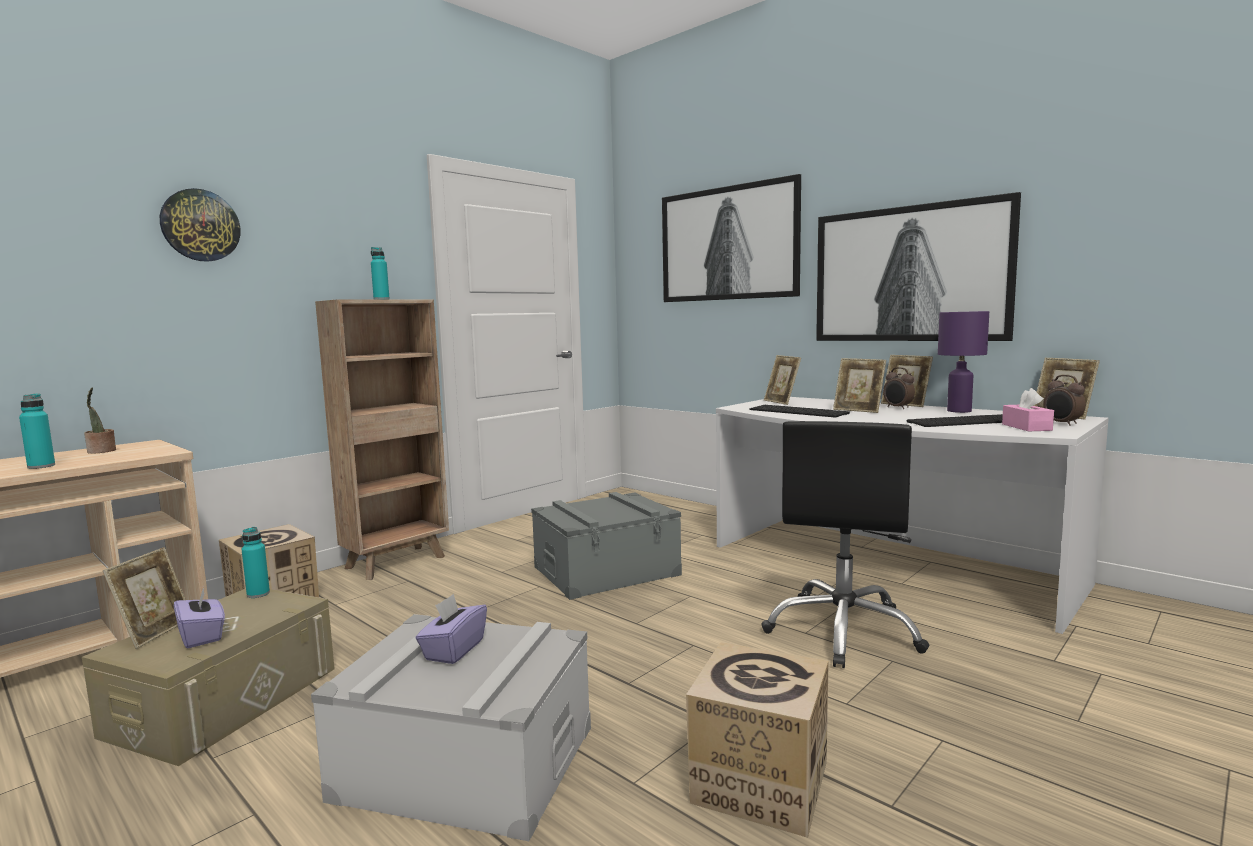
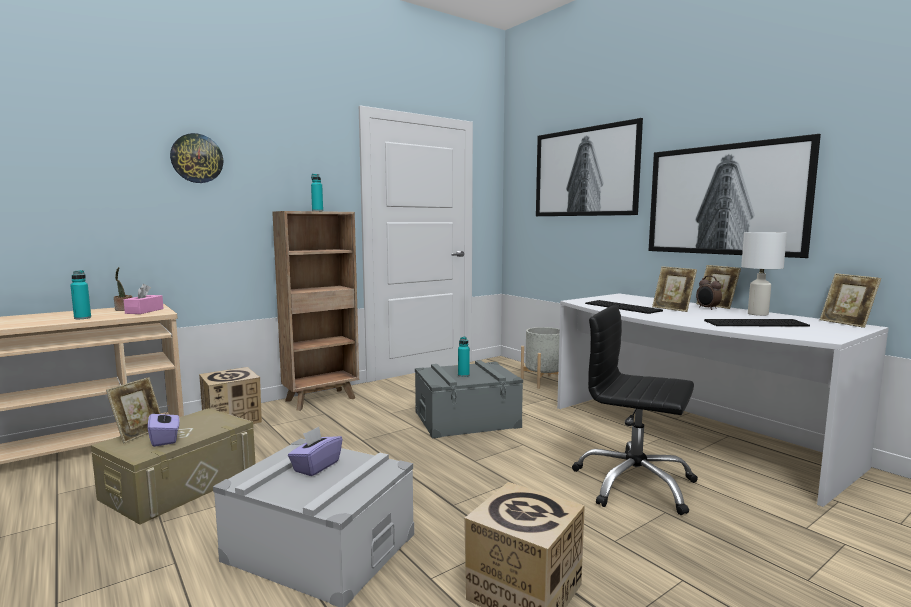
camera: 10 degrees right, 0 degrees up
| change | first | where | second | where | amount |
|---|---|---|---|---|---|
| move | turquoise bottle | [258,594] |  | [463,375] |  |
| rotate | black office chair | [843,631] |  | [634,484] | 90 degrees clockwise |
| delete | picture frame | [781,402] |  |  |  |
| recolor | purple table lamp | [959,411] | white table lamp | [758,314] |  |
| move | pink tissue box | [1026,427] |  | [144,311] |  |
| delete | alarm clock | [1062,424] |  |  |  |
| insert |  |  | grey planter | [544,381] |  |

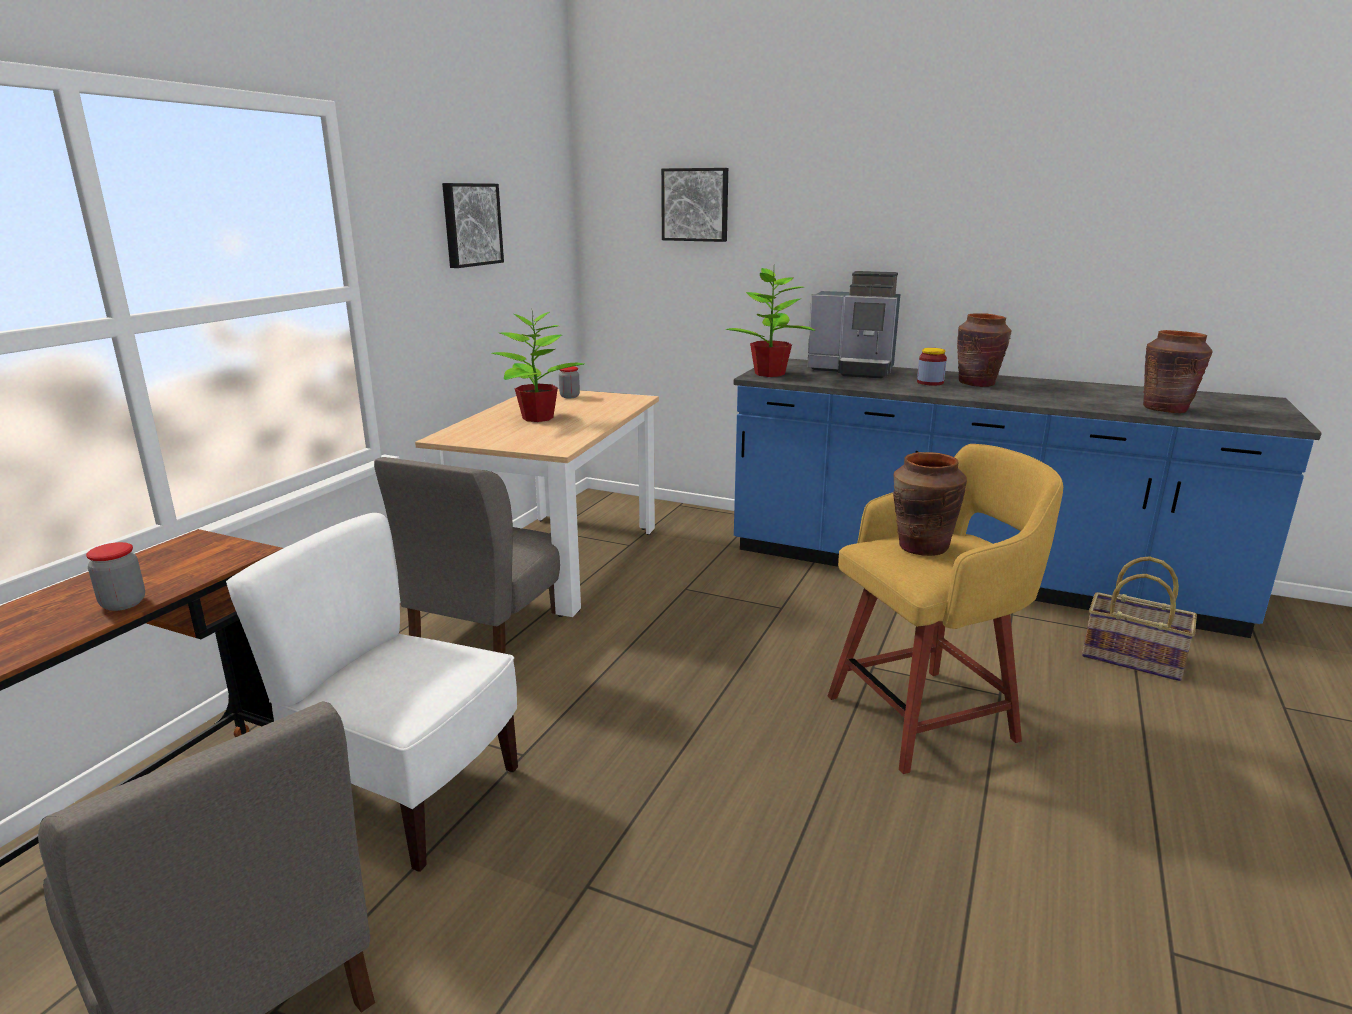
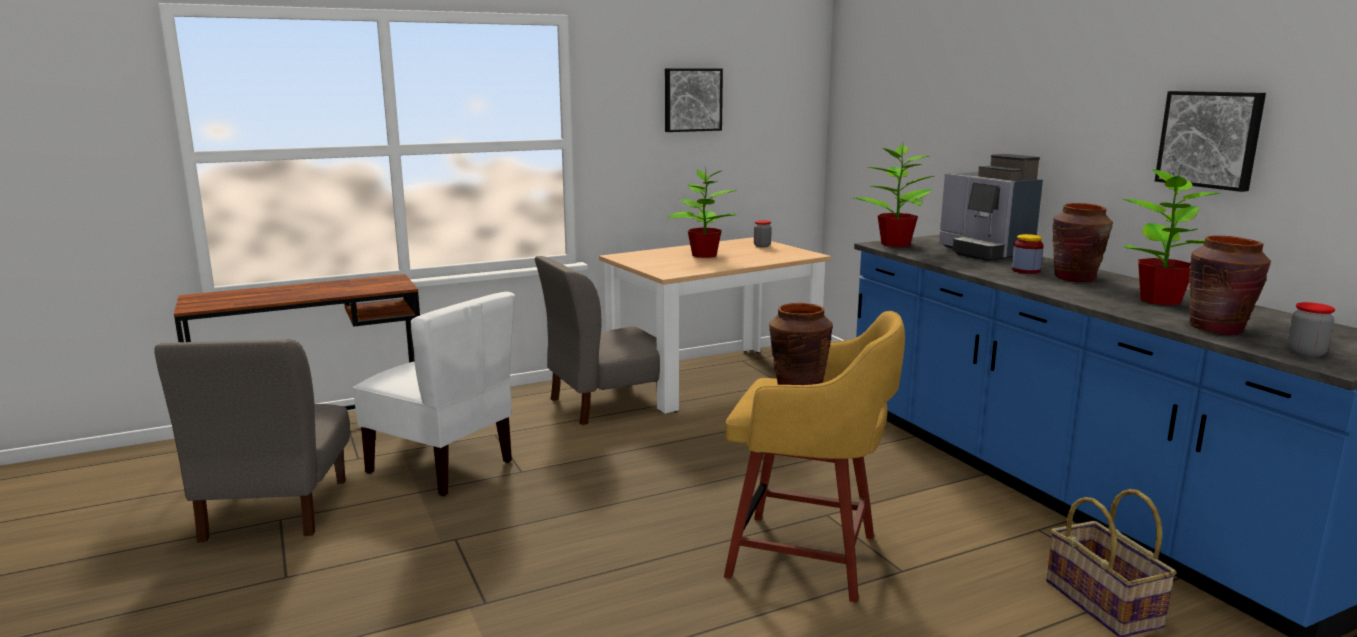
camera: 40 degrees right, 5 degrees down
| change | first | where | second | where | amount |
|---|---|---|---|---|---|
| move | jar | [123,603] |  | [1305,353] |  |
| rotate | white chair | [408,795] |  | [442,466] | 150 degrees clockwise |
| move | picture | [695,205] |  | [1210,139] |  |
| insert |  |  | potted plant | [1160,301] |  |

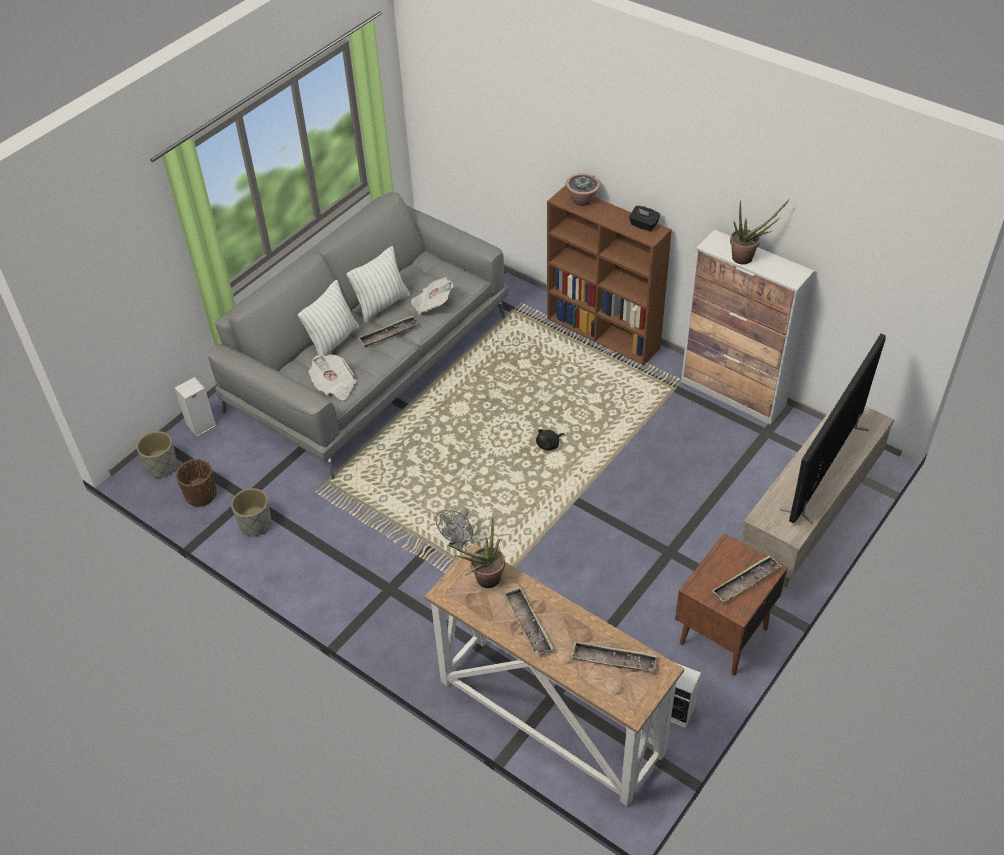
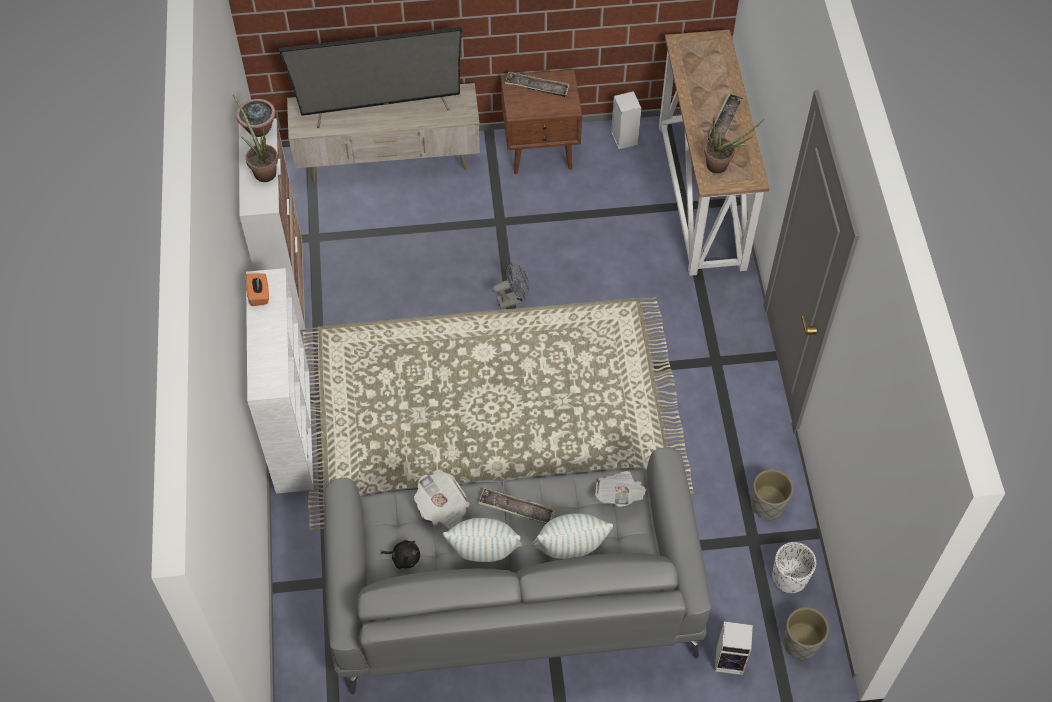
camera: 135 degrees left, 10 degrees up
| change | first | where | second | where | amount |
|---|---|---|---|---|---|
| recolor | brown planter | [201,495] | white planter | [789,577] |  |
| move | grey fan | [458,542] |  | [513,299] |  |
| move | black plush toy | [549,444] |  | [404,558] |  |
| recolor | brown bookcase | [604,333] | white bookcase | [292,428] |  |
| move | potted plant | [582,200] |  | [259,129] |  |
| delete | tray | [613,660] |  |  |  |
| recolor | black tissue box | [643,225] | orange tissue box | [259,295] |  |

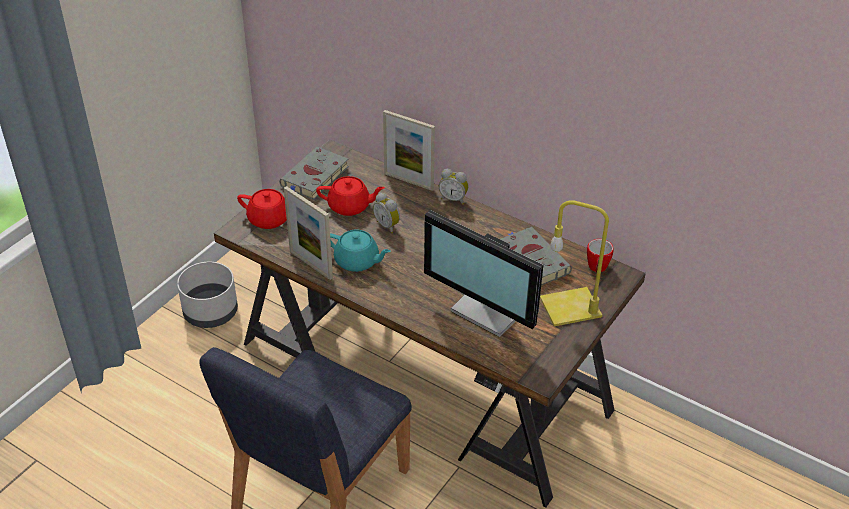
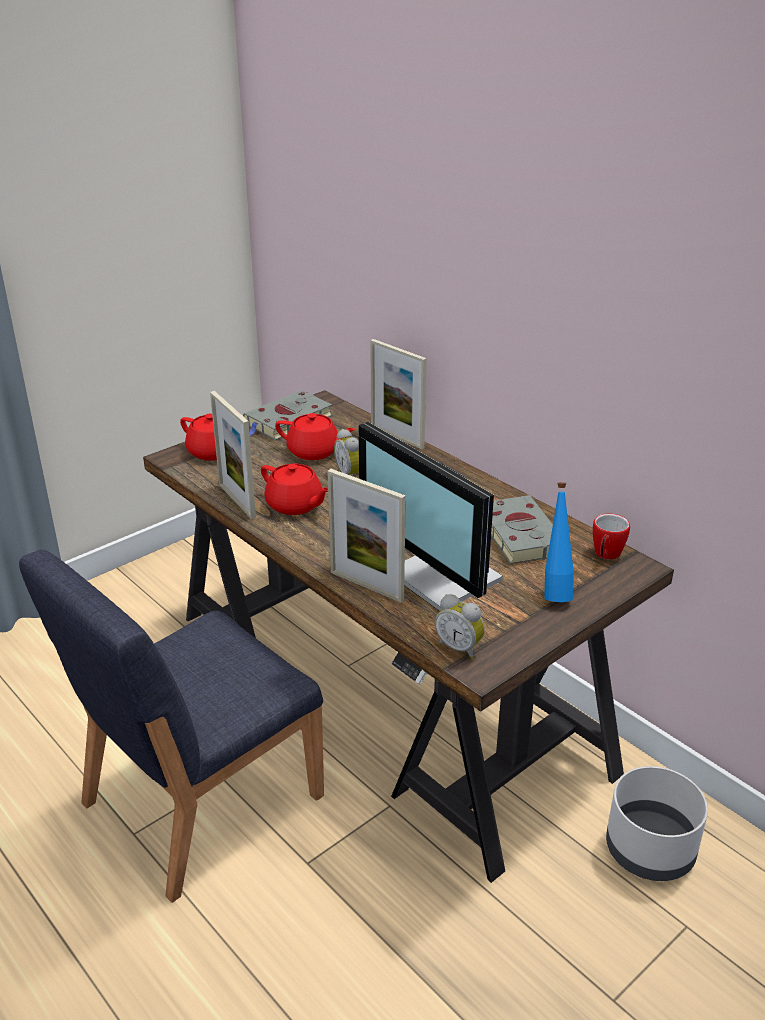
camera: 15 degrees right, 10 degrees down
| change | first | where | second | where | amount |
|---|---|---|---|---|---|
| move | grey planter | [211,312] |  | [650,851] |  |
| recolor | turquoise teapot | [357,261] | red teapot | [295,505] |  |
| move | alarm clock | [453,199] |  | [460,647] |  |
| replace | yellow table lamp | [571,306] | blue bottle | [555,592] |  |
| insert |  |  | picture frame | [366,586] |  |

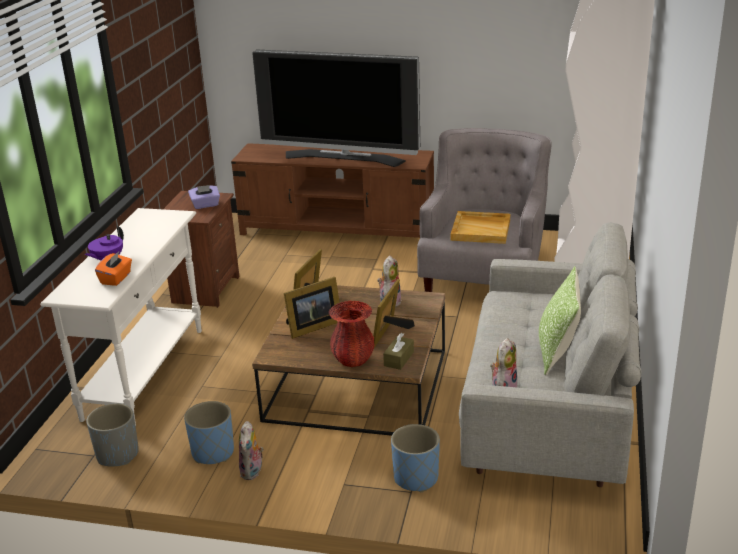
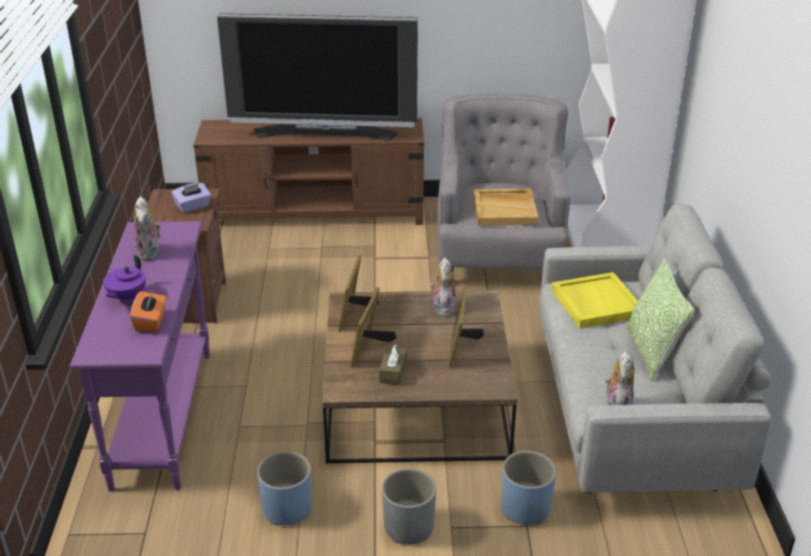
camera: 15 degrees left, 5 degrees up
| change | first | where | second | where | amount |
|---|---|---|---|---|---|
| recolor | white console table | [145,373] | purple console table | [164,417] |  |
| move | grey planter | [118,455] |  | [409,527] |  |
| move | plush toy | [253,472] |  | [150,253] |  |
| rotate | picture frame | [311,327] |  | [370,348] | 150 degrees clockwise |
| delete | red vase | [353,360] |  |  |  |
| move | brown tissue box | [399,359] |  | [393,372] |  |
| insert |  |  | yellow tray | [595,303] |  |

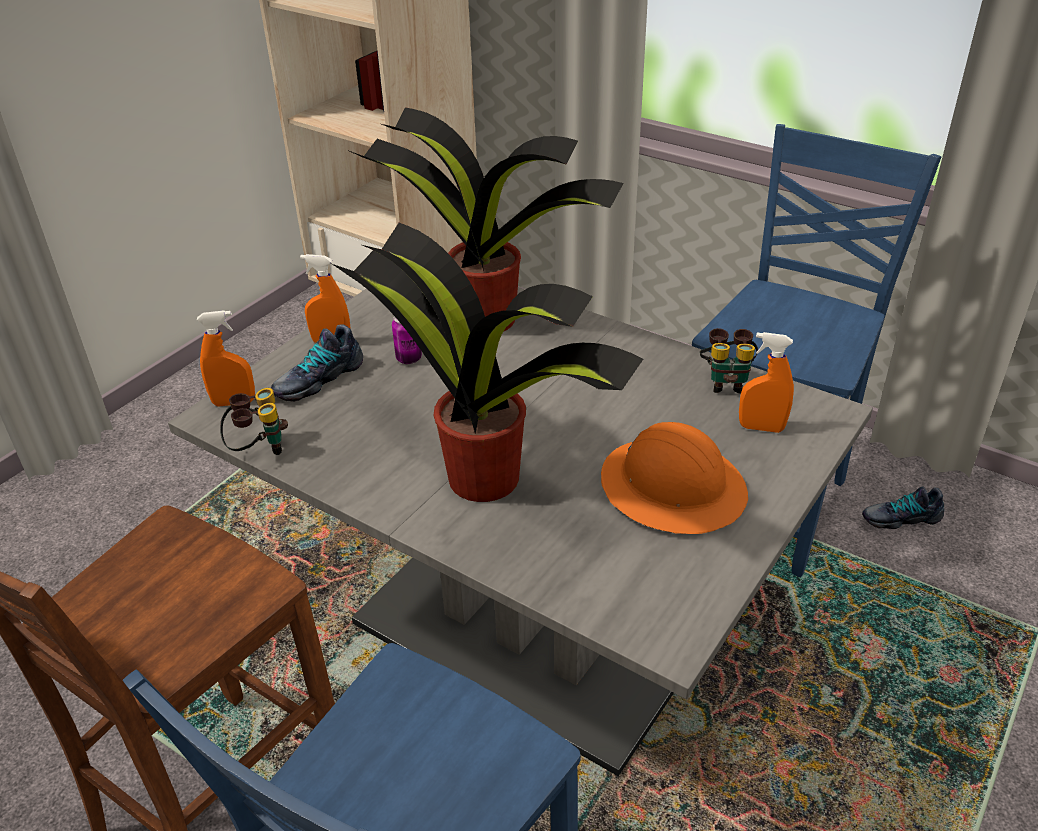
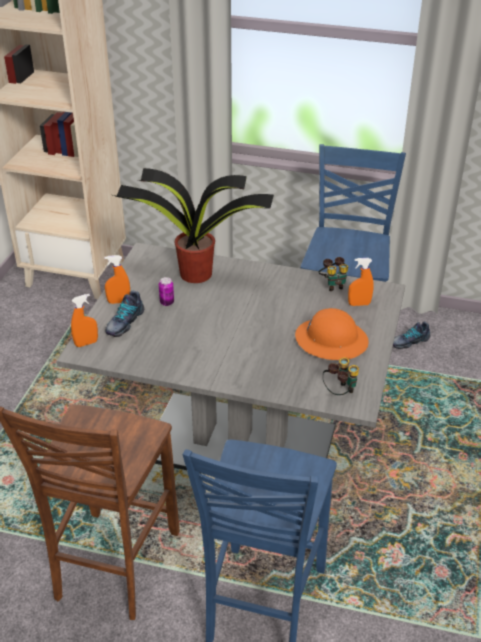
camera: 20 degrees left, 0 degrees up
| change | first | where | second | where | amount |
|---|---|---|---|---|---|
| move | binoculars | [259,449] |  | [339,392] |  |
| delete | potted plant | [480,475] |  |  |  |

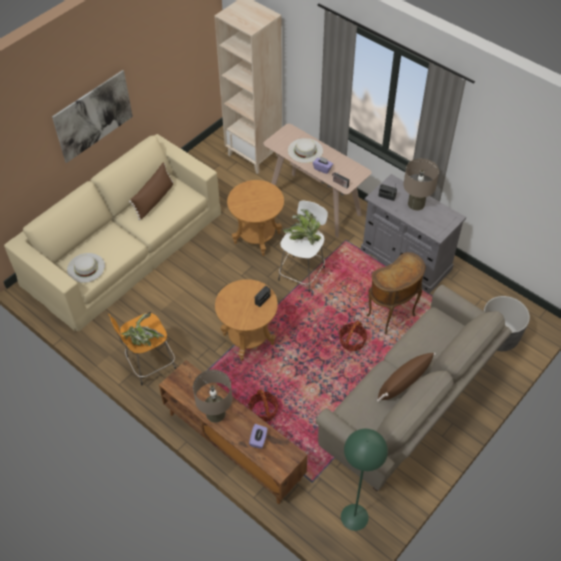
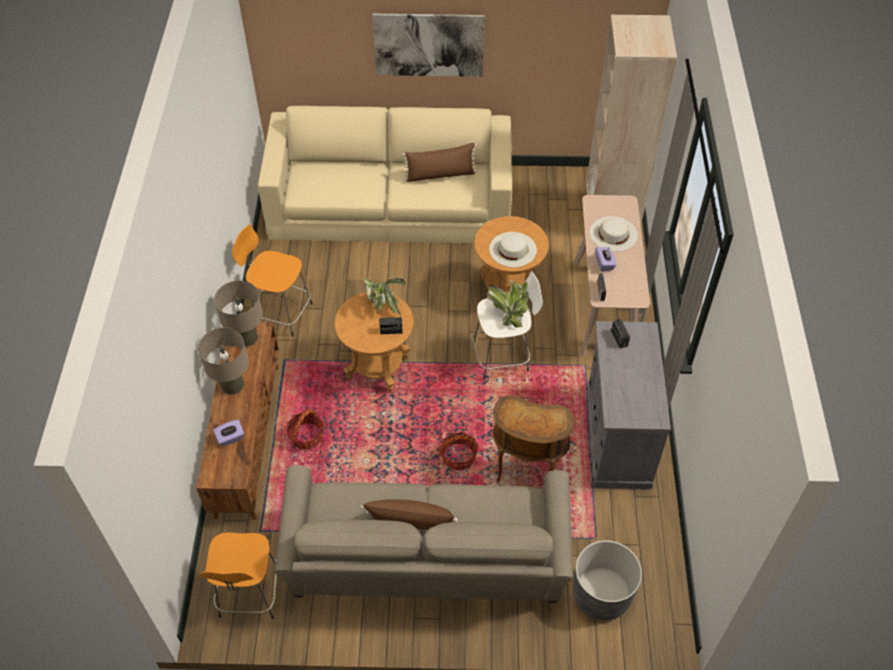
camera: 50 degrees right, 0 degrees up
| change | first | where | second | where | amount |
|---|---|---|---|---|---|
| move | white hat | [86,267] |  | [512,249] |  |
| move | potted plant | [142,341] |  | [383,304] |  |
| replace | green floor lamp | [354,517] | orange stool | [249,595] |  |
| move | beige table lamp | [416,204] |  | [246,337] |  |

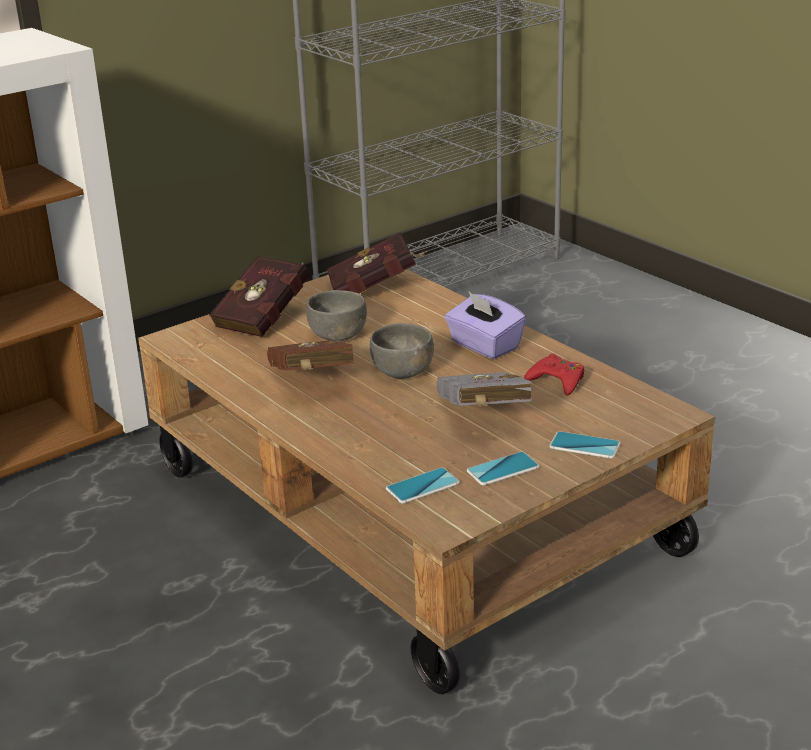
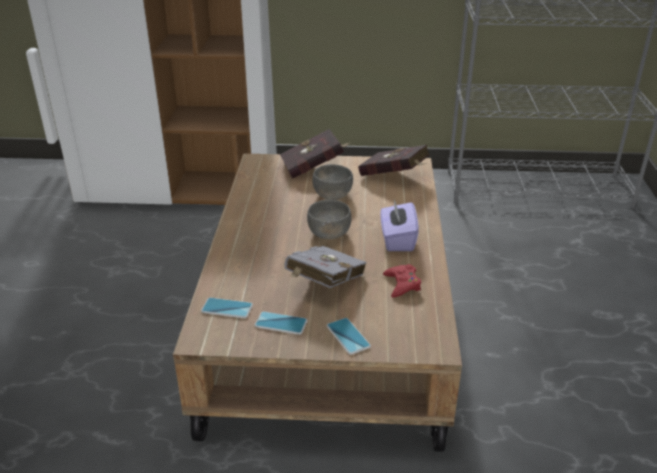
camera: 40 degrees right, 5 degrees up
| change | first | where | second | where | amount |
|---|---|---|---|---|---|
| delete | brown book | [311,382] |  |  |  |

